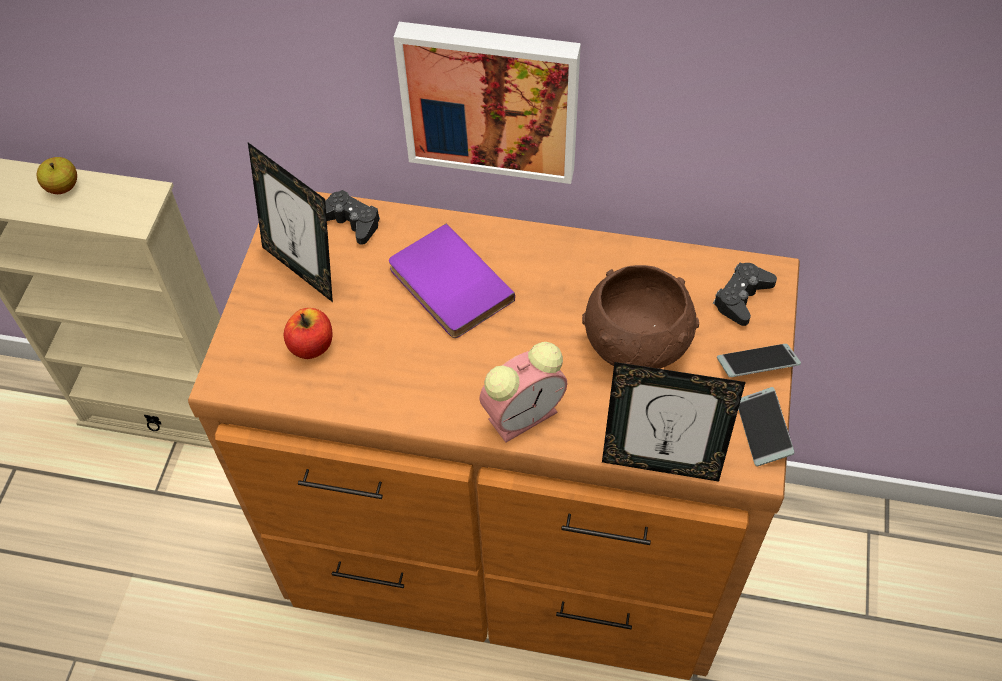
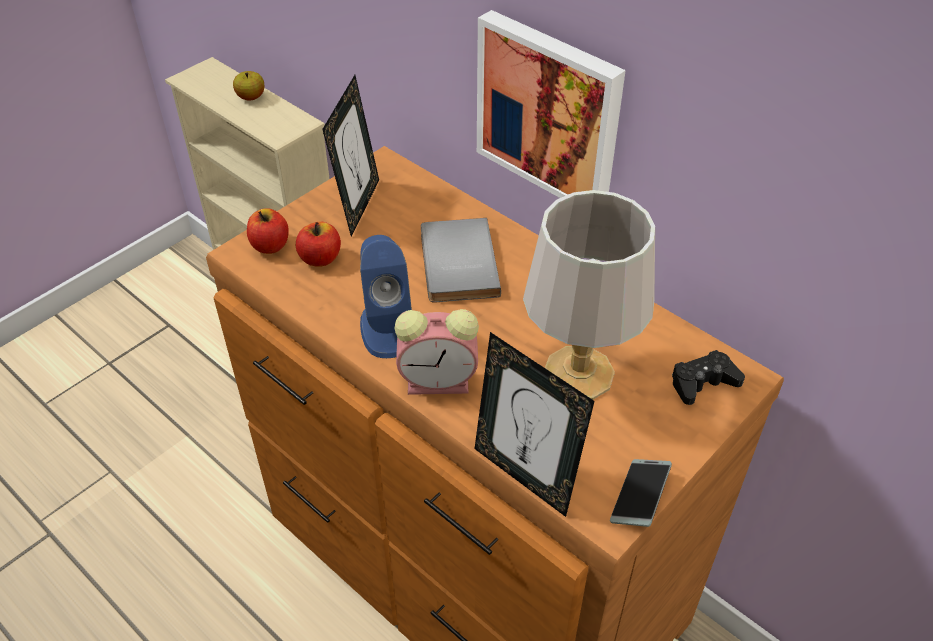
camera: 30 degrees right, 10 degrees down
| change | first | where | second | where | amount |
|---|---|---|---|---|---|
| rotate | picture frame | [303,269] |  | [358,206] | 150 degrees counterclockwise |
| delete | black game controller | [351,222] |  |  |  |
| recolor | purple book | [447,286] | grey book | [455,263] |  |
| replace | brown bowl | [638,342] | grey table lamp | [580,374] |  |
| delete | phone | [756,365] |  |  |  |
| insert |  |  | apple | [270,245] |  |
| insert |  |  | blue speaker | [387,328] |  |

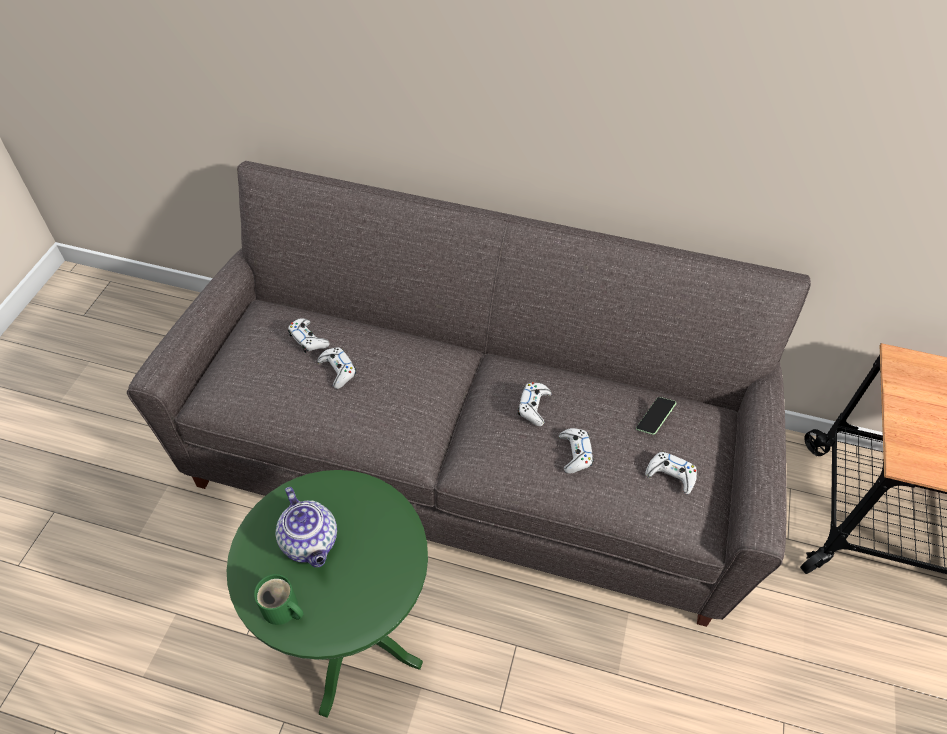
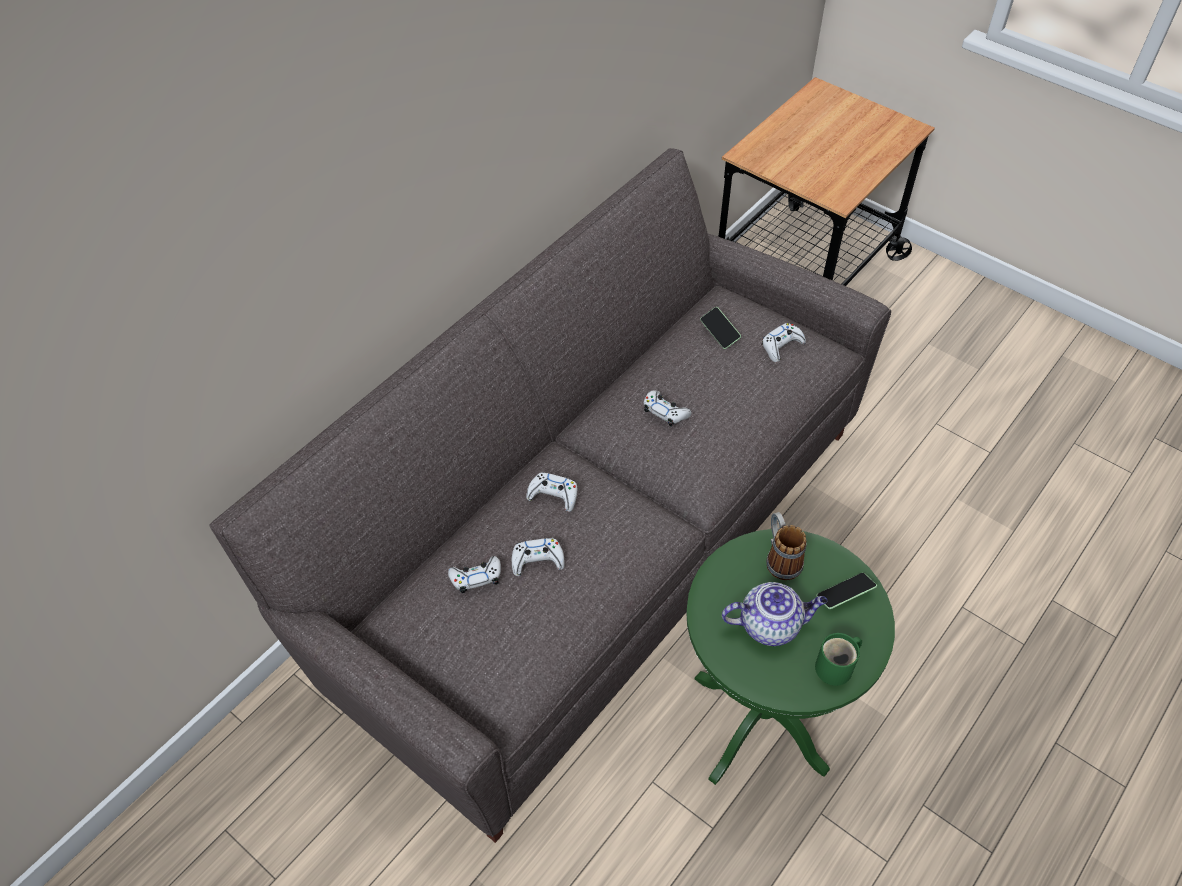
camera: 65 degrees left, 0 degrees up
| change | first | where | second | where | amount |
|---|---|---|---|---|---|
| move | white game controller | [575,453] |  | [553,495] |  |
| insert |  |  | mug | [780,558] |  |
| insert |  |  | phone | [845,595] |  |

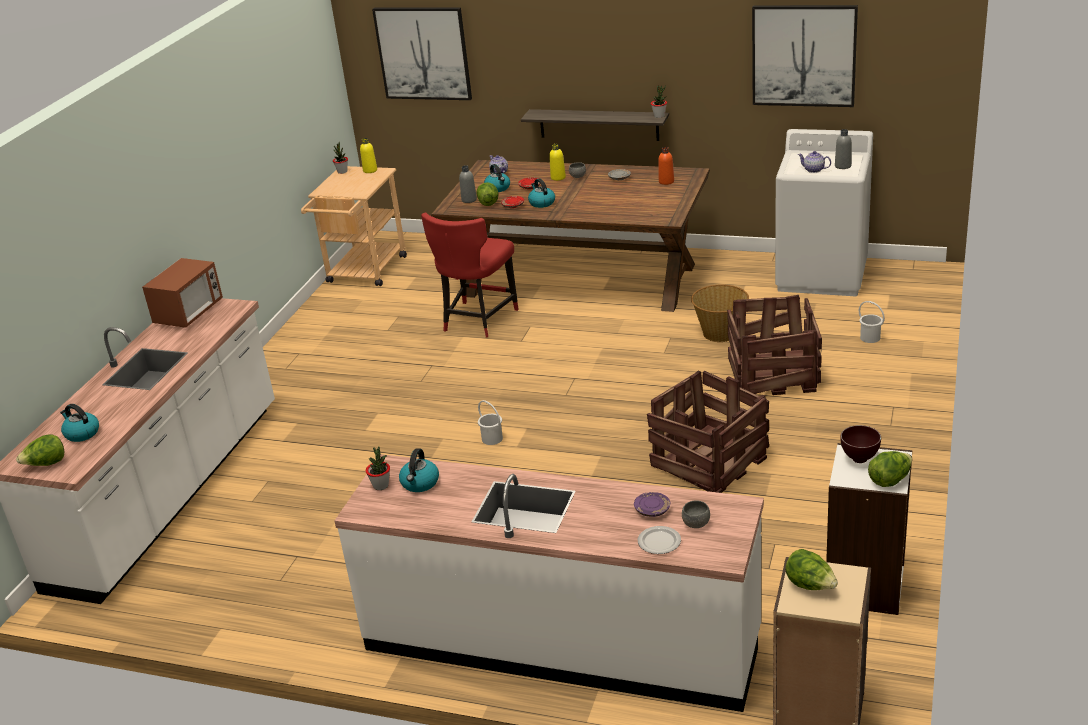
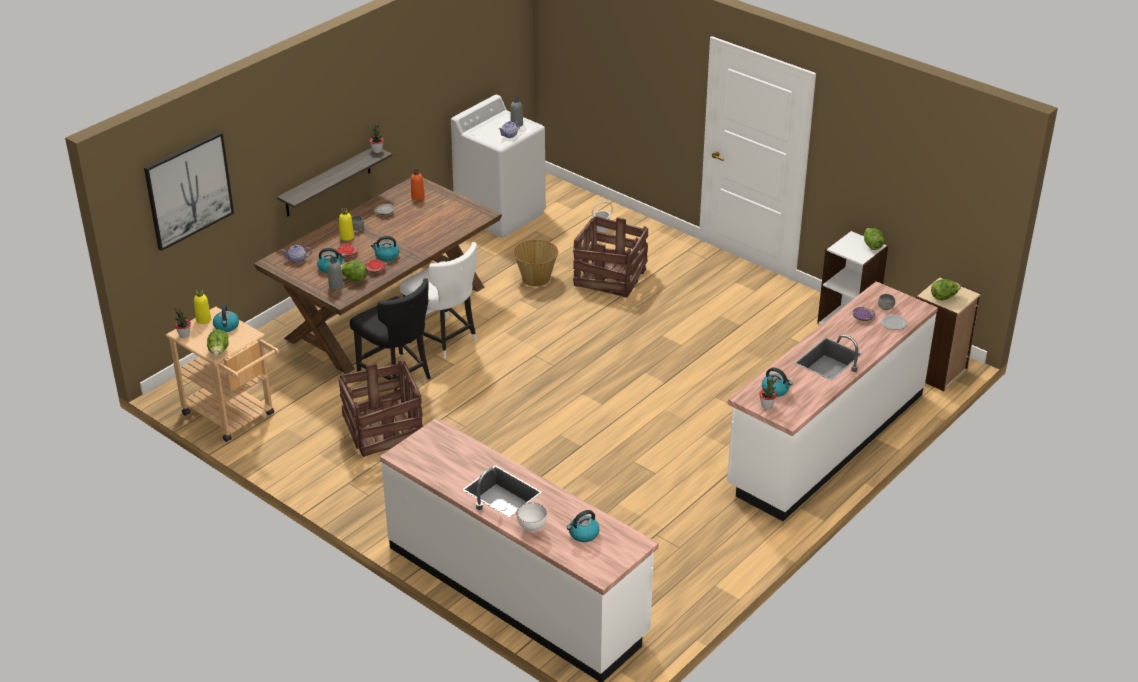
camera: 70 degrees left, 5 degrees up
| change | first | where | second | where | amount |
|---|---|---|---|---|---|
| move | lettuce | [46,464] |  | [219,352] |  |
| delete | microwave | [189,313] |  |  |  |
| recolor | red chair | [477,320] | black chair | [396,377] |  |
| delete | white bucket | [492,439] |  |  |  |
| move | crate | [710,460] |  | [383,429] |  |
| delete | picture | [804,55] |  |  |  |
| delete | brown bowl | [859,459] |  |  |  |
| insert |  |  | kettle | [226,326] |  |
| insert |  |  | white chair | [444,339] |  |
| insert |  |  | white bowl | [531,529] |  |

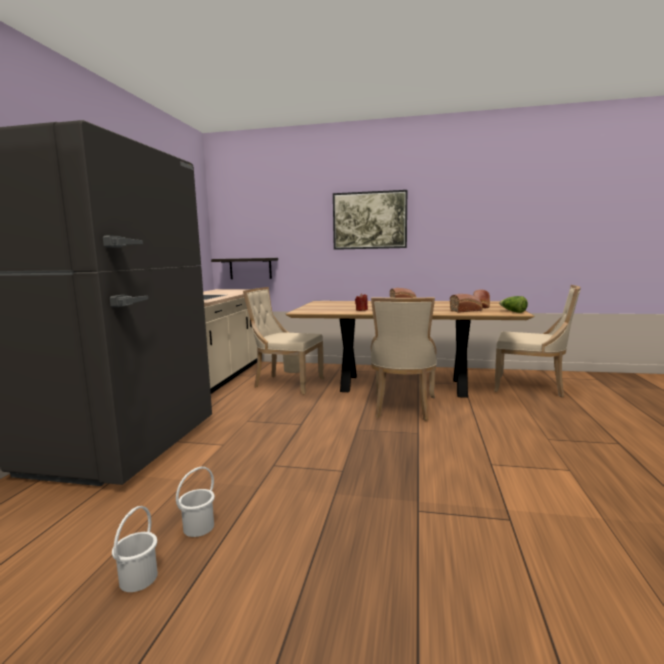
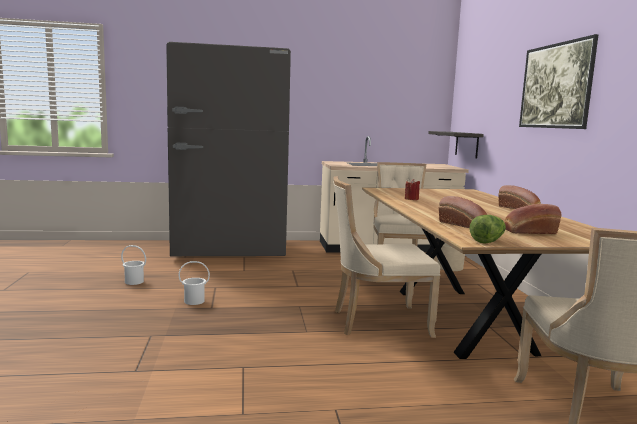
camera: 70 degrees right, 0 degrees up
| change | first | where | second | where | amount |
|---|---|---|---|---|---|
| move | white bucket | [138,578] |  | [194,301] |  |

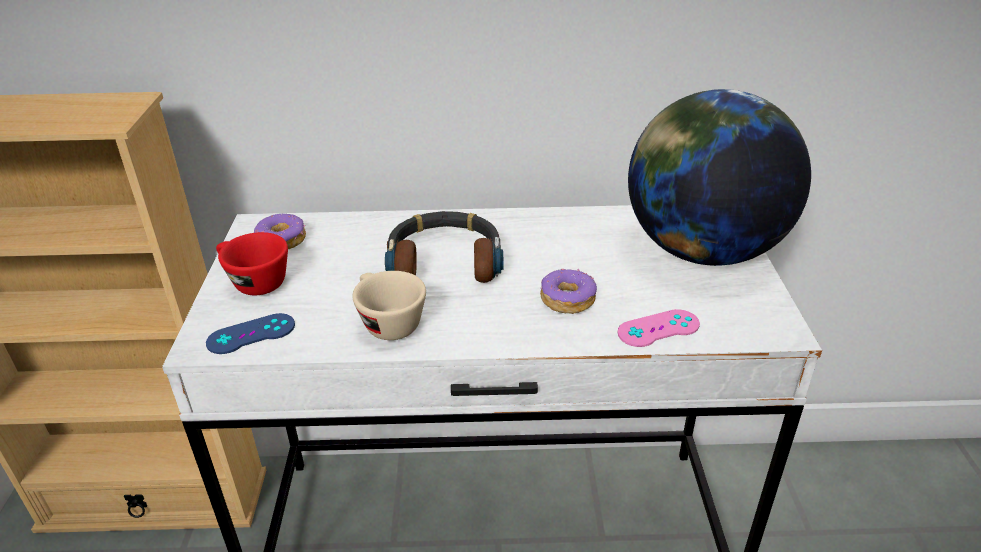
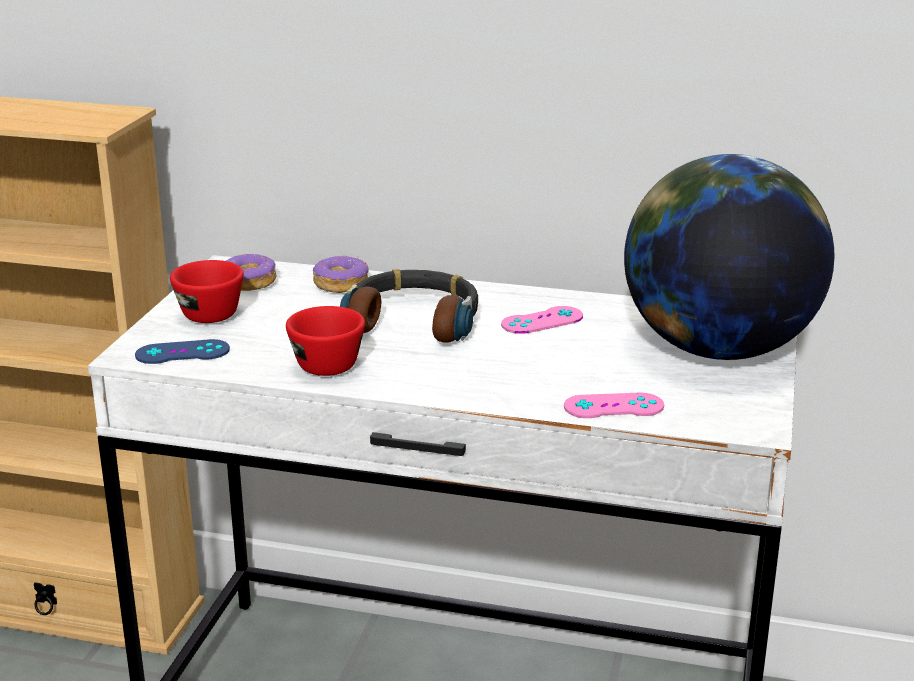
camera: 15 degrees right, 10 degrees down
| change | first | where | second | where | amount |
|---|---|---|---|---|---|
| recolor | beige cup | [387,322] | red cup | [323,362] |  |
| move | donut | [567,299] |  | [340,284] |  |
| insert |  |  | pink game controller | [542,321] |  |

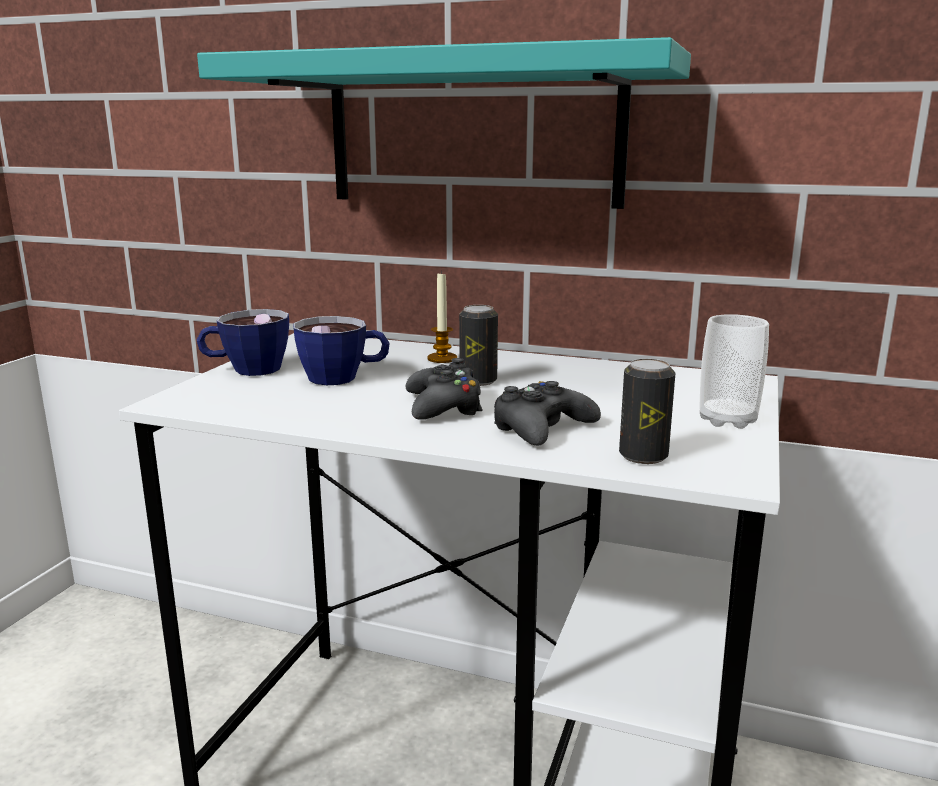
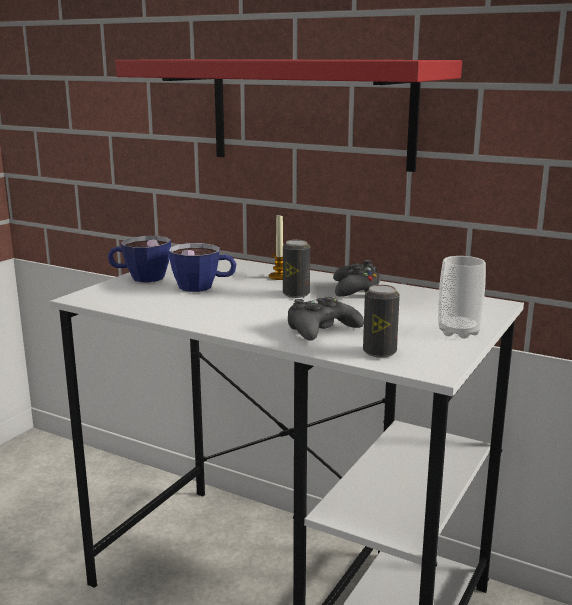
camera: 10 degrees right, 0 degrees up
| change | first | where | second | where | amount |
|---|---|---|---|---|---|
| recolor | turquoise shelf | [473,133] | red shelf | [310,112] |  |
| move | black game controller | [443,406] |  | [356,290] |  |

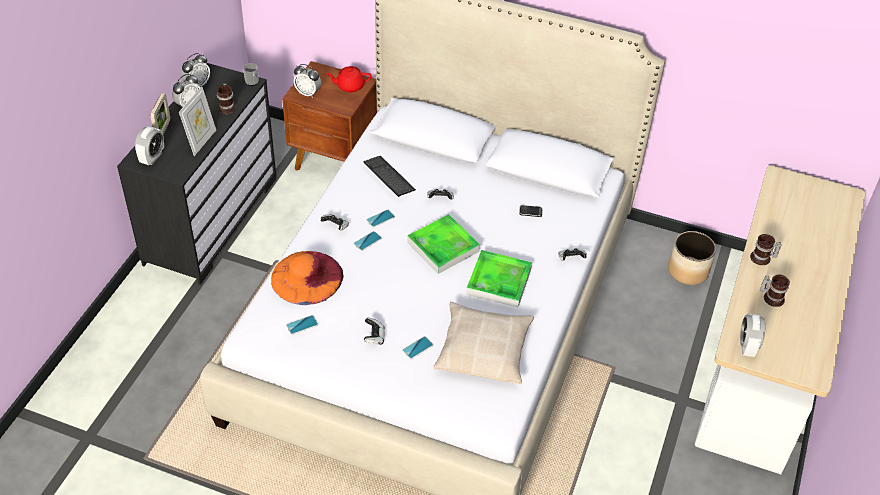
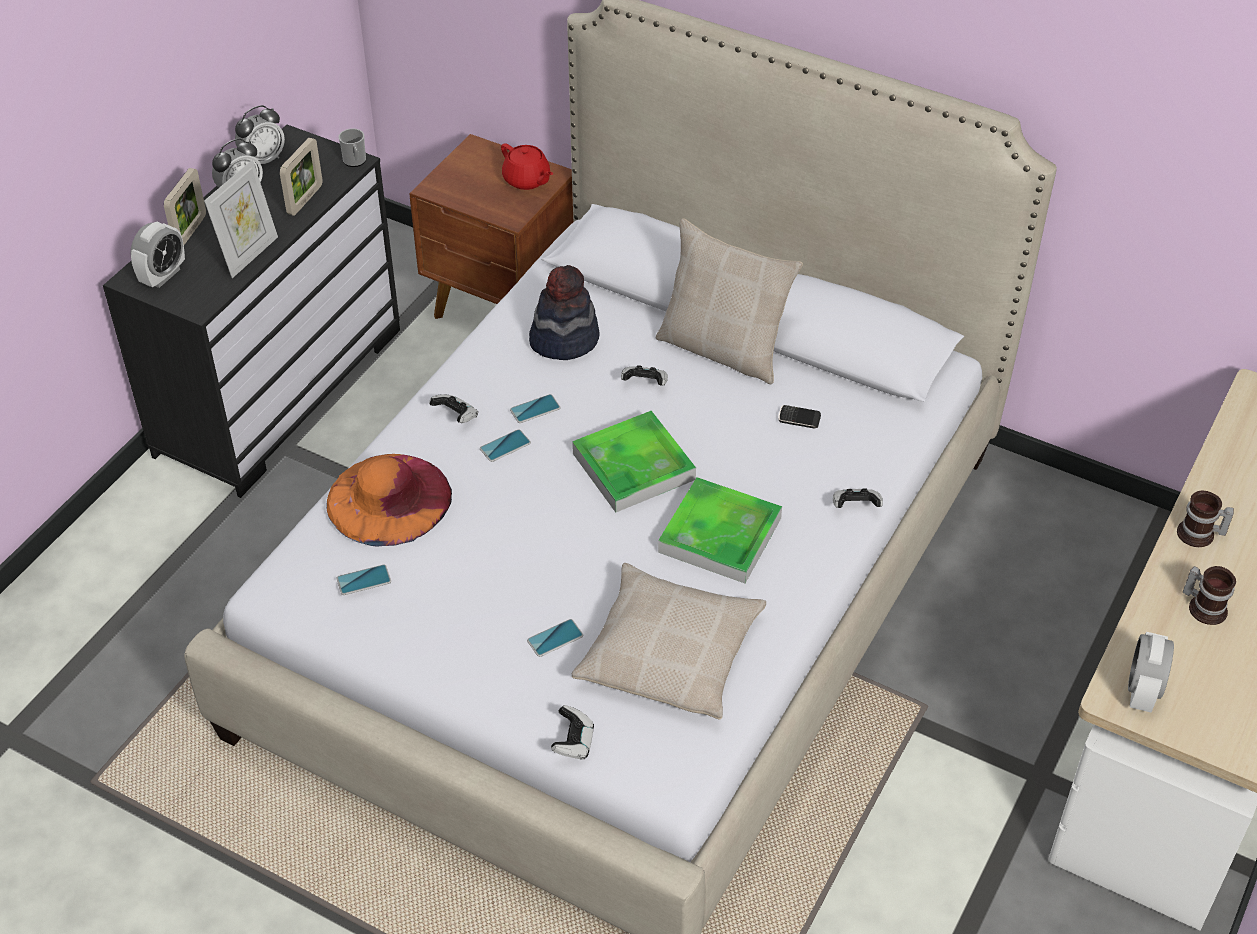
camera: 10 degrees right, 0 degrees up
| change | first | where | second | where | amount |
|---|---|---|---|---|---|
| replace | mug | [227,107] | picture frame | [305,200] |  |
| delete | alarm clock | [308,93] |  |  |  |
| rotate | red teapot | [349,86] |  | [527,180] | 135 degrees counterclockwise |
| replace | keyboard | [389,177] | hat | [564,339] |  |
| move | game controller | [374,337] |  | [573,742] |  |
| delete | planter | [688,271] |  |  |  |
| insert |  |  | beige pillow | [723,349] |  |

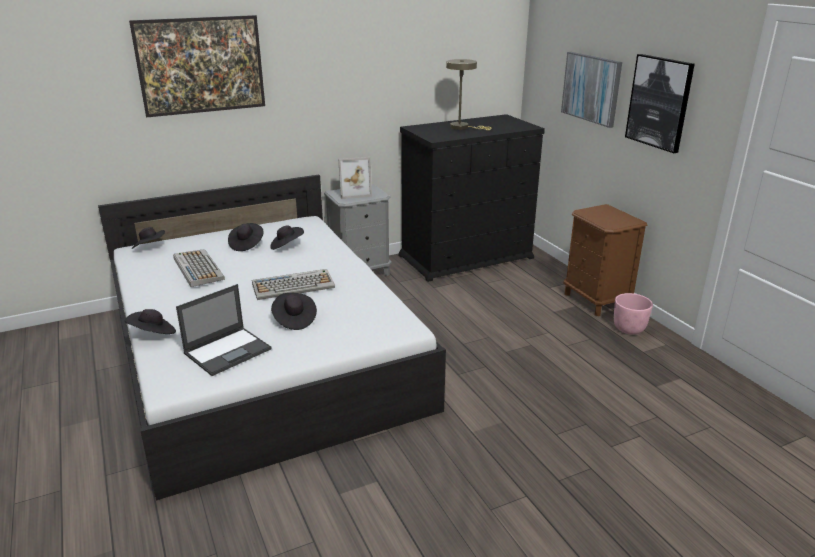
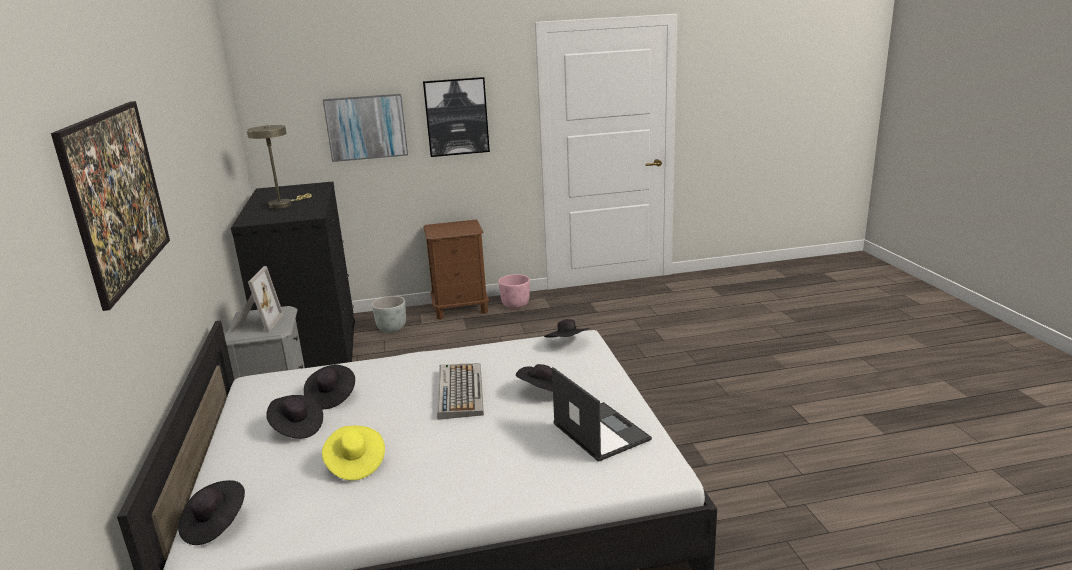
camera: 75 degrees left, 5 degrees down
| change | first | where | second | where | amount |
|---|---|---|---|---|---|
| move | black hat | [153,334] |  | [568,344] |  |
| replace | keyboard | [197,268] | yellow hat | [355,464] |  |
| insert |  |  | grey planter | [391,329] |  |

